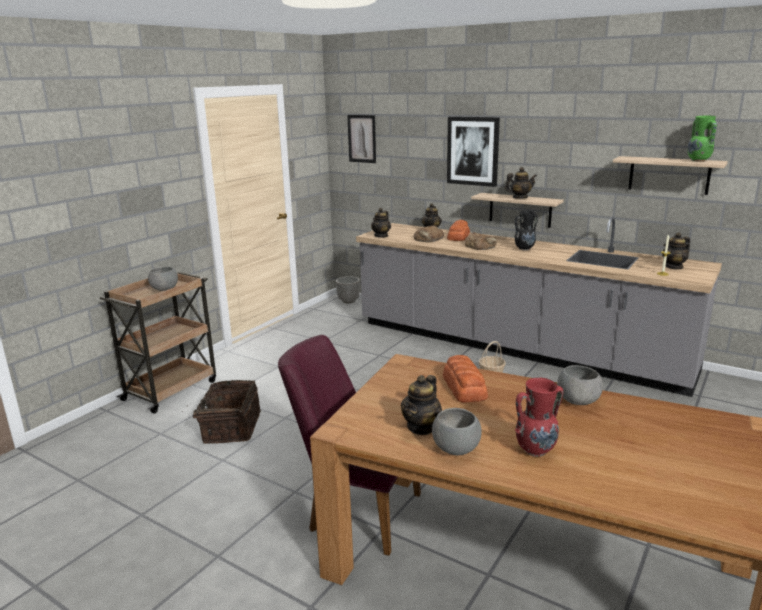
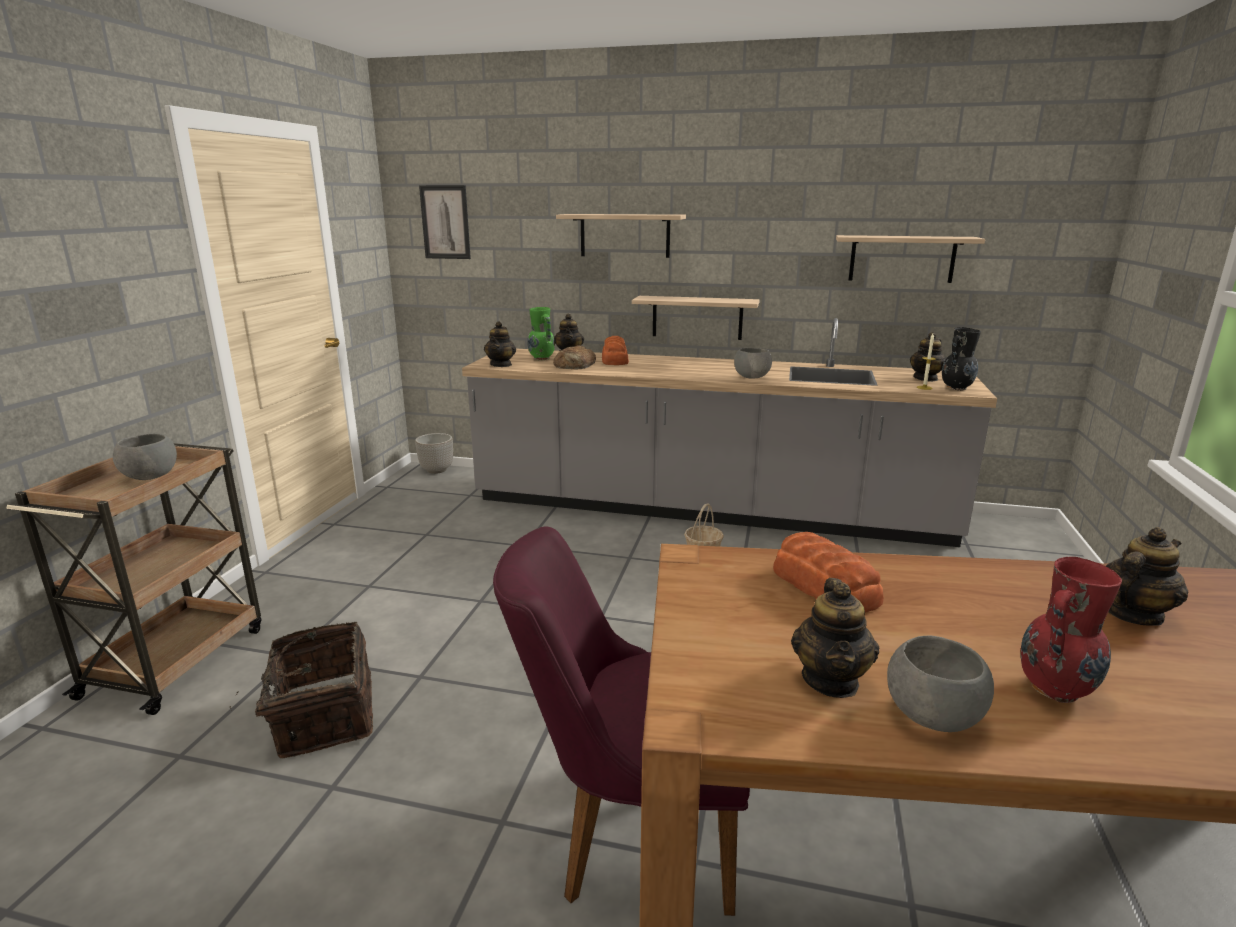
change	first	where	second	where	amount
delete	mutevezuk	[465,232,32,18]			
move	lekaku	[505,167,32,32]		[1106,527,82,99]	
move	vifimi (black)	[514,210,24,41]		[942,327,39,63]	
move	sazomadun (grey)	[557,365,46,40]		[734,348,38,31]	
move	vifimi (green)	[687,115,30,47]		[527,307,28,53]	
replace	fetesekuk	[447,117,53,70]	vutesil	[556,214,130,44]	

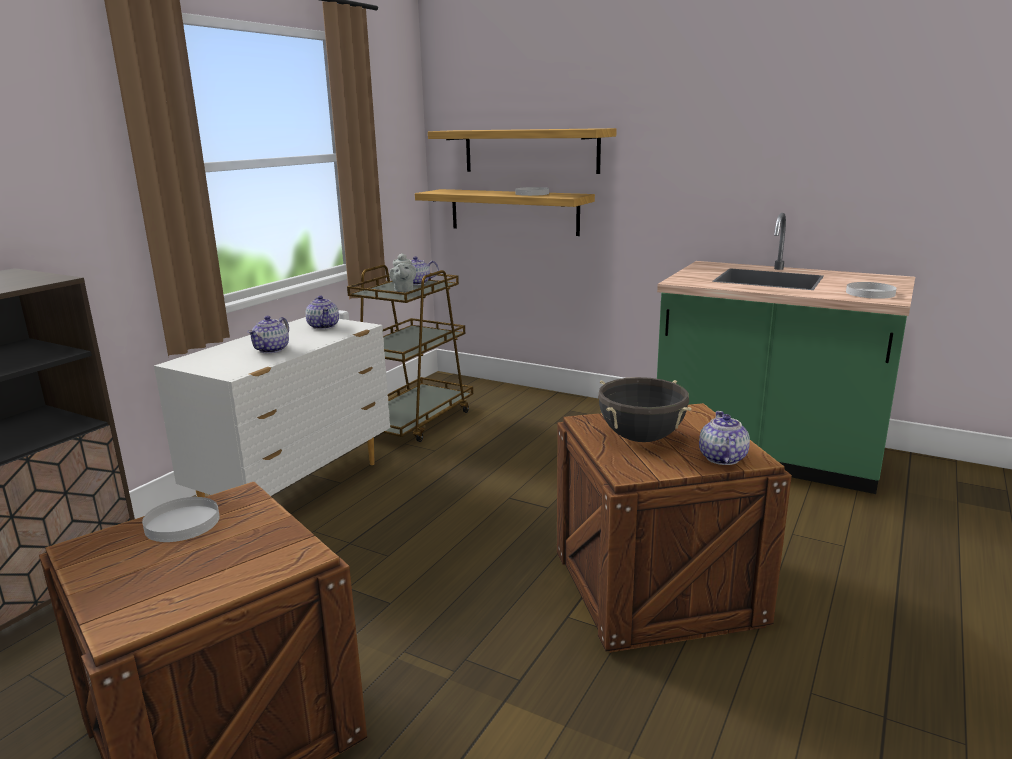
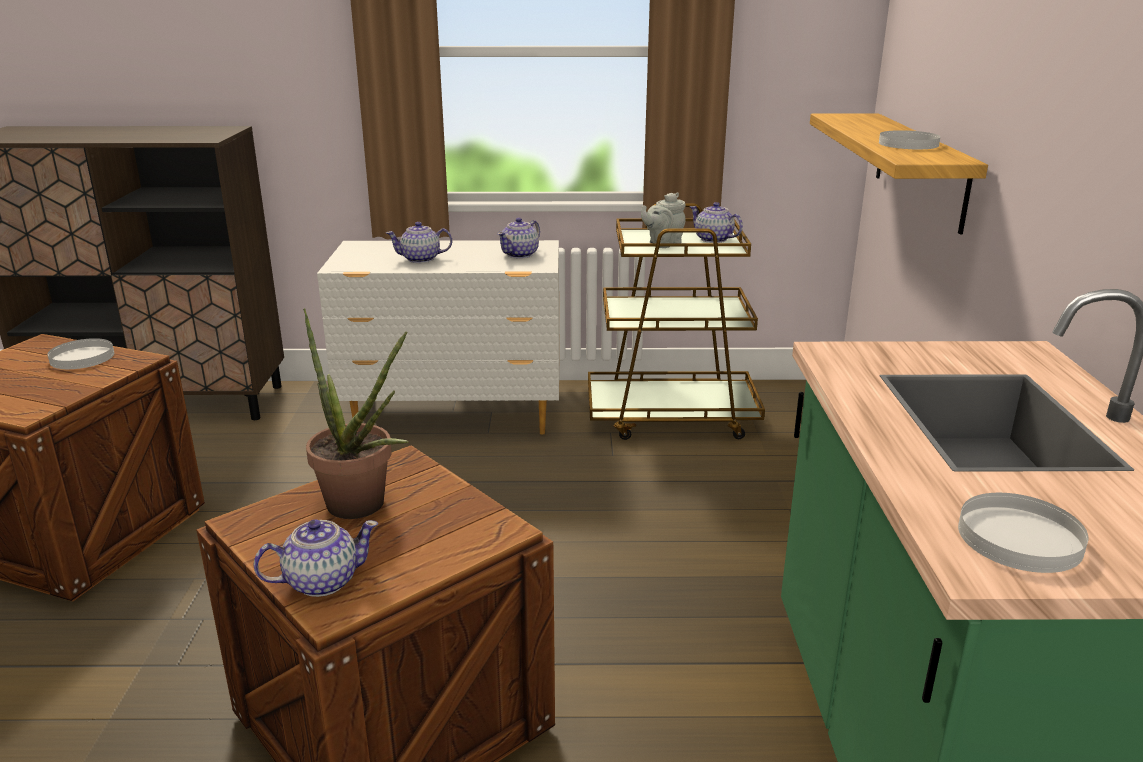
change	first	where	second	where	amount
delete	vutesil	[428,128,189,46]			
replace	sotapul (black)	[598,377,94,65]	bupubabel	[303,308,106,211]	

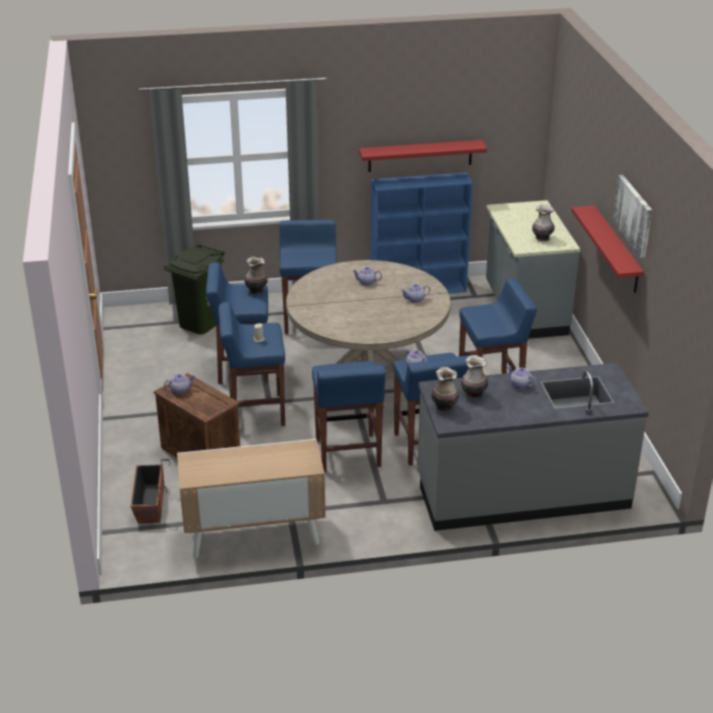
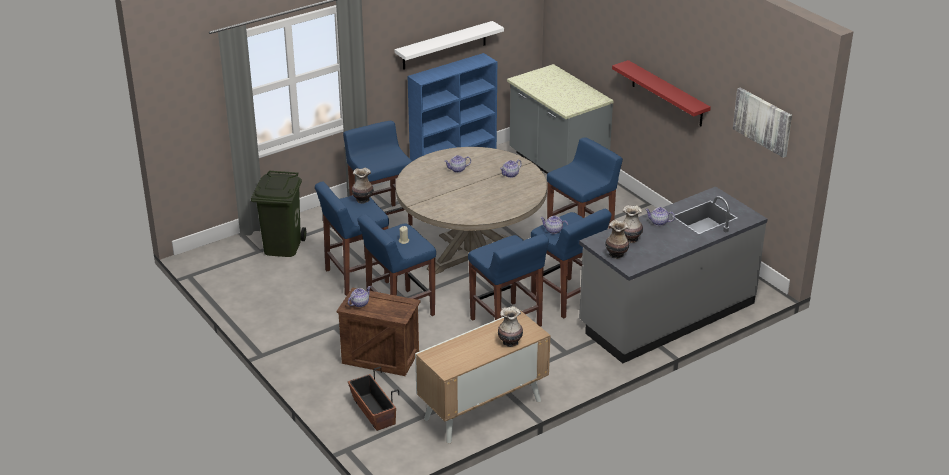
change	first	where	second	where	amount
move	vifimi	[532,205,23,36]		[498,306,25,41]	
move	fetesekuk	[613,175,39,82]		[733,88,59,70]	
recolor	vutesil (red)	[359,140,128,32]	vutesil (white)	[395,21,109,49]	

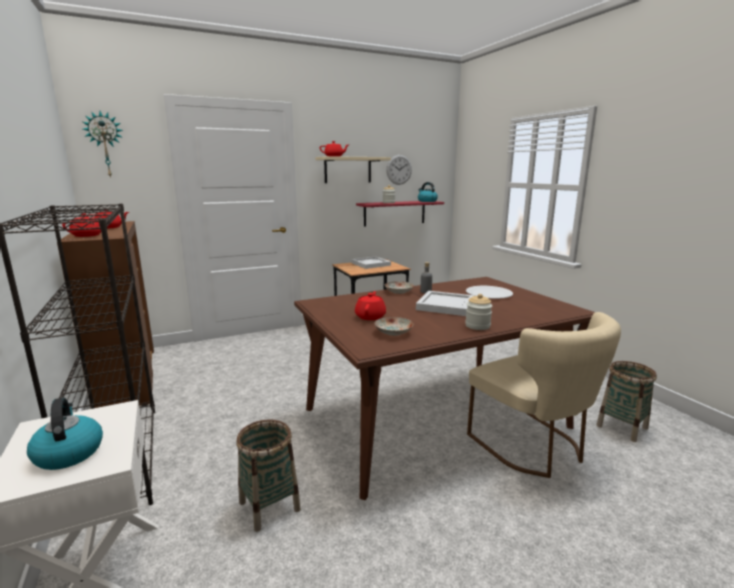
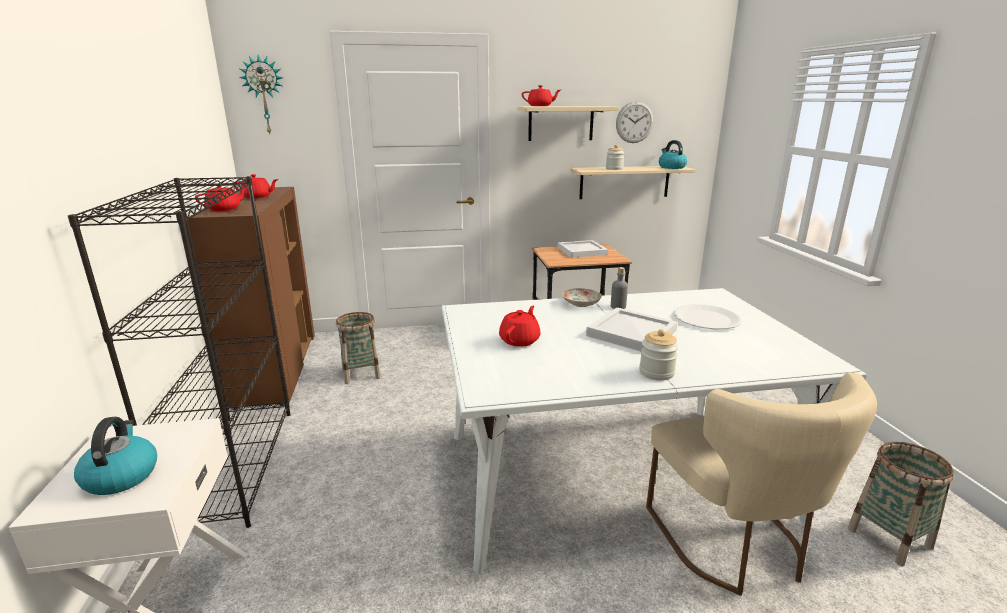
change	first	where	second	where	amount
delete	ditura	[374,317,39,19]			
move	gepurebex	[236,420,65,112]		[336,312,45,72]	
recolor	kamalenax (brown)	[294,277,301,223]	kamalenax (white)	[442,288,425,285]	
recolor	vutesil (red)	[356,201,88,26]	vutesil (beige)	[570,166,126,33]	

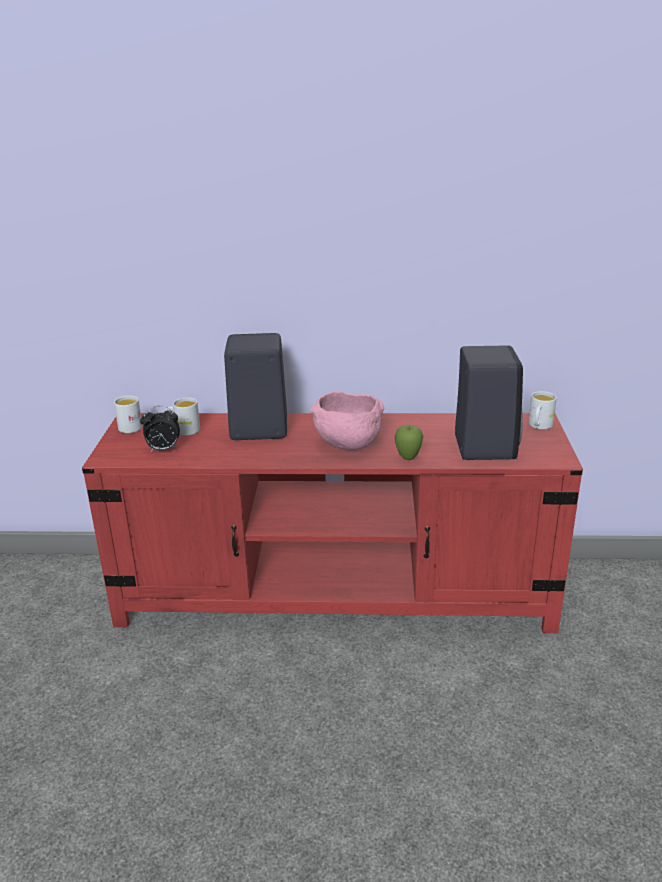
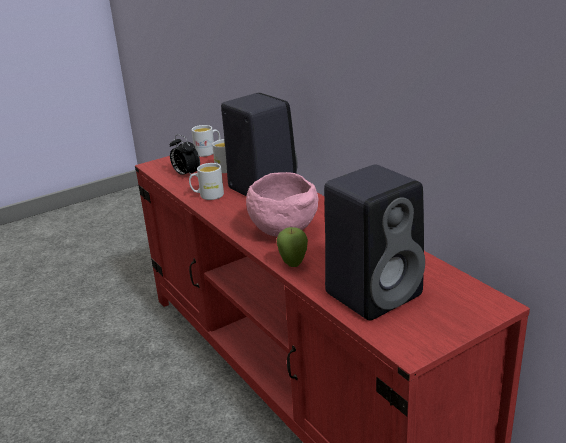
change	first	where	second	where	amount
move	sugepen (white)	[528,391,29,39]		[189,163,35,37]	

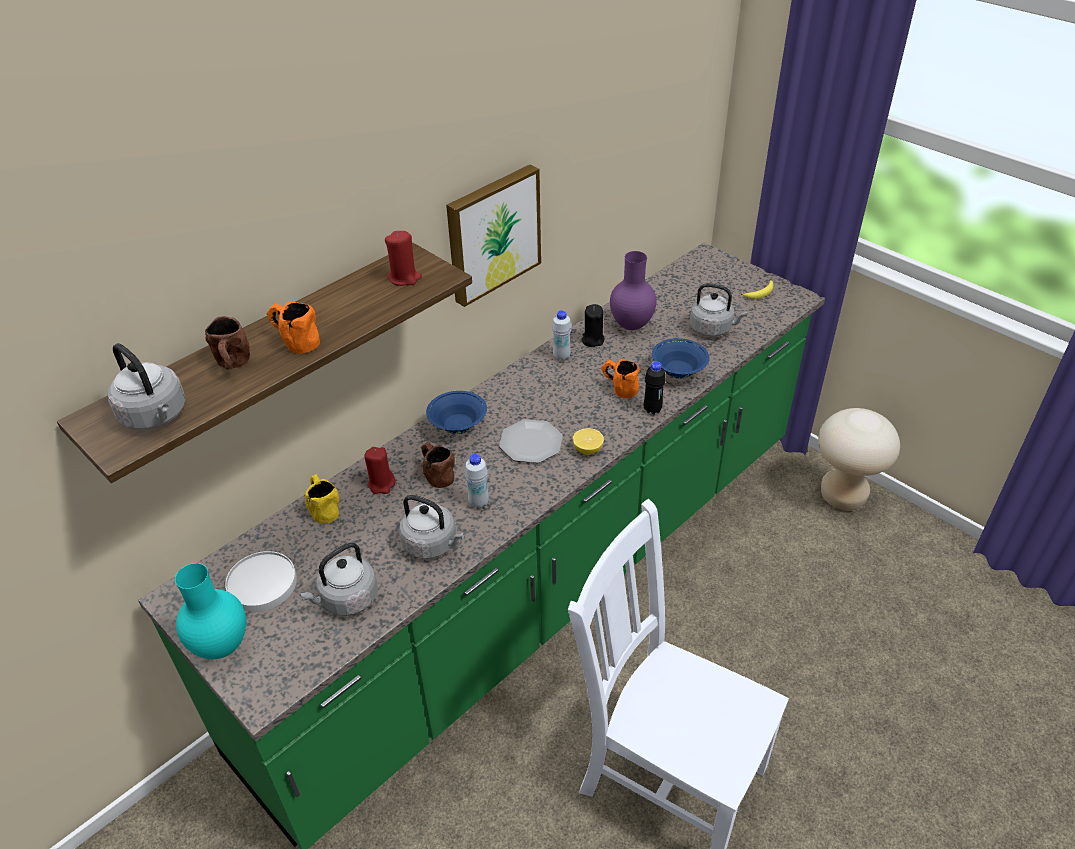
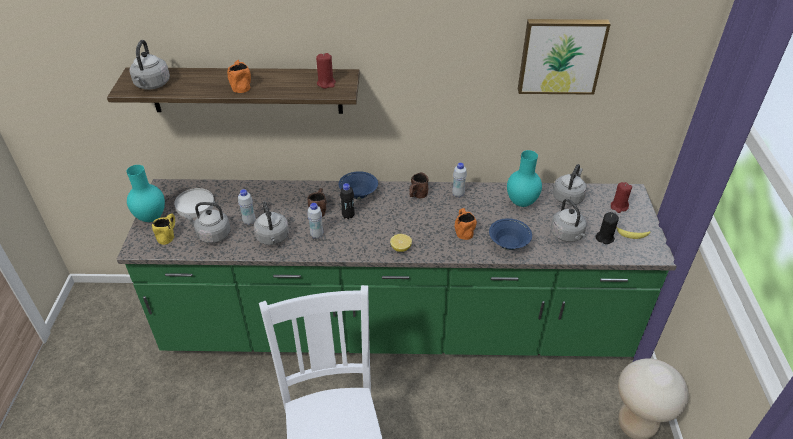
change	first	where	second	where	amount
delete	ditura	[499,419,64,44]			
insert			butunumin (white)	[238,189,18,36]	
insert			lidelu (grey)	[553,164,34,41]	
move	sugepen (brown)	[205,316,45,53]		[409,172,20,26]	
move	sugepen (yellow)	[305,474,34,49]		[152,214,23,31]	
move	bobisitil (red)	[365,447,30,47]		[611,182,21,31]	
move	fetesekuk	[446,164,95,143]		[518,19,93,76]	
move	bobisitil (black)	[581,304,24,43]		[596,212,23,32]	
move	butunumin (black)	[644,361,22,53]		[340,183,15,36]	
recolor	vifimi (purple)	[610,251,47,79]	vifimi (turquoise)	[507,150,35,57]	

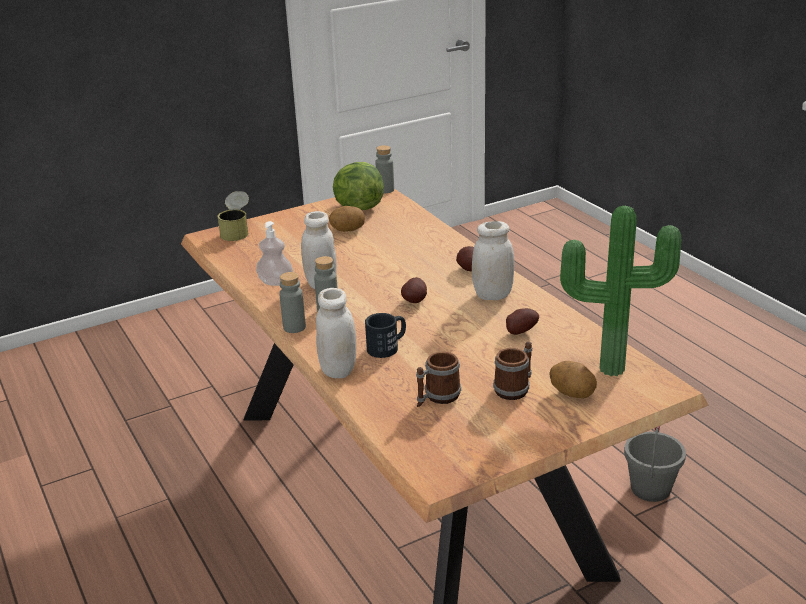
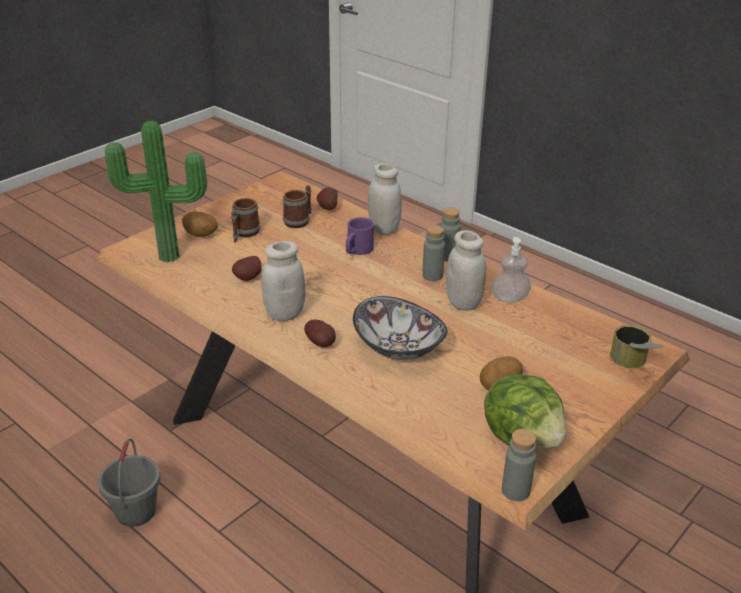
change	first	where	second	where	amount
insert			sazomadun	[353,296,94,64]	
move	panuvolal	[401,277,26,26]		[317,187,21,23]	
recolor	sugepen (black)	[365,313,41,45]	sugepen (purple)	[346,217,28,38]	

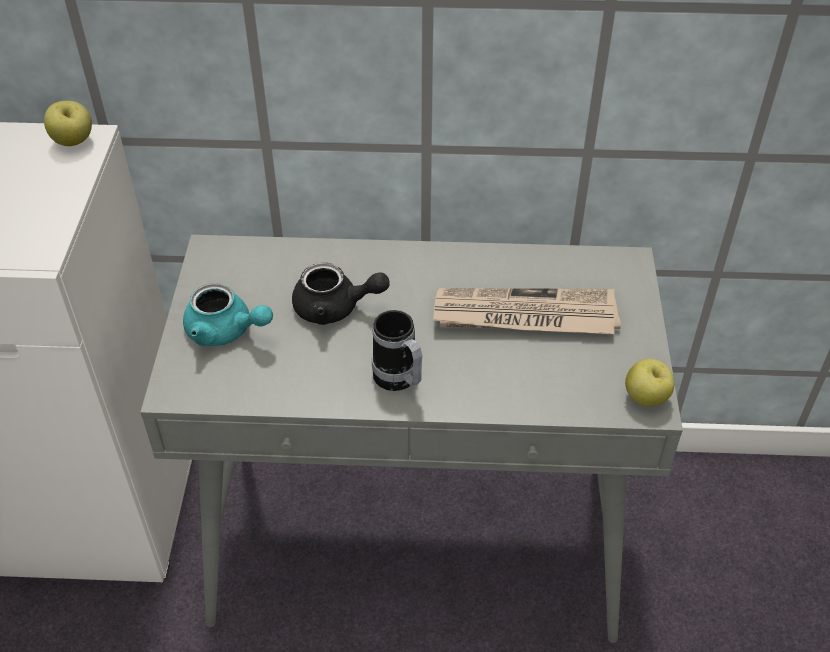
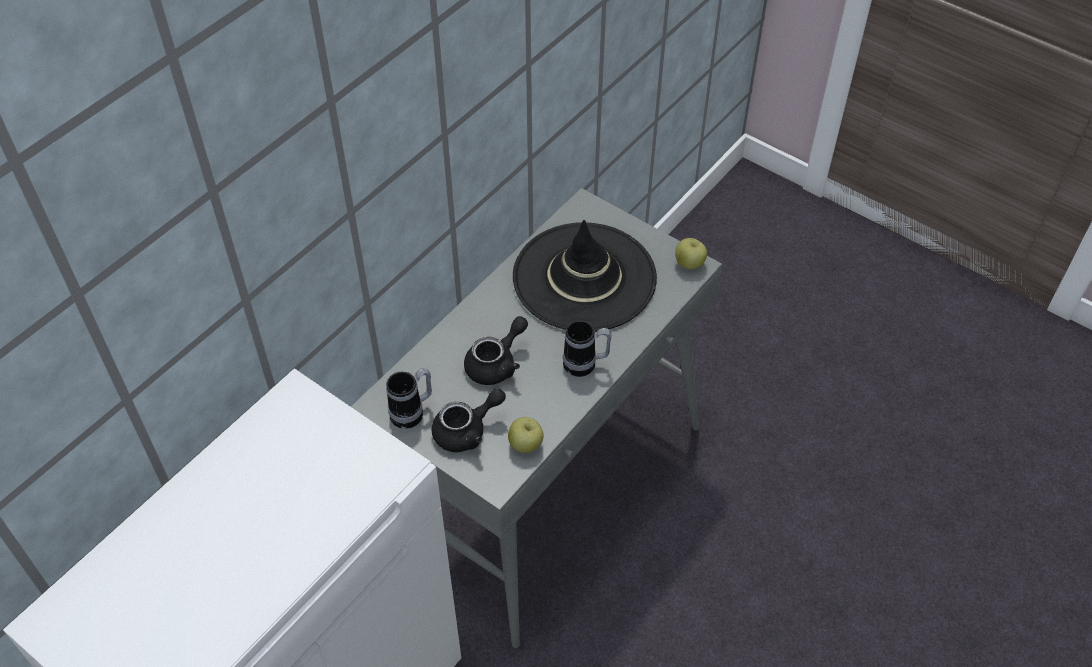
change	first	where	second	where	amount
insert			sugepen	[386,368,46,61]	
move	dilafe	[44,101,48,45]		[508,417,36,36]	
replace	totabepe	[433,288,188,46]	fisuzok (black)	[513,220,144,112]	
recolor	lekaku (turquoise)	[183,283,90,63]	lekaku (black)	[432,388,74,64]	

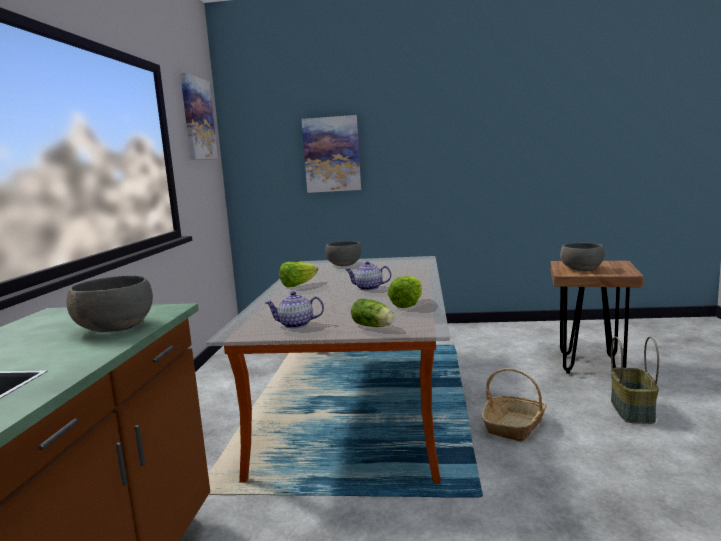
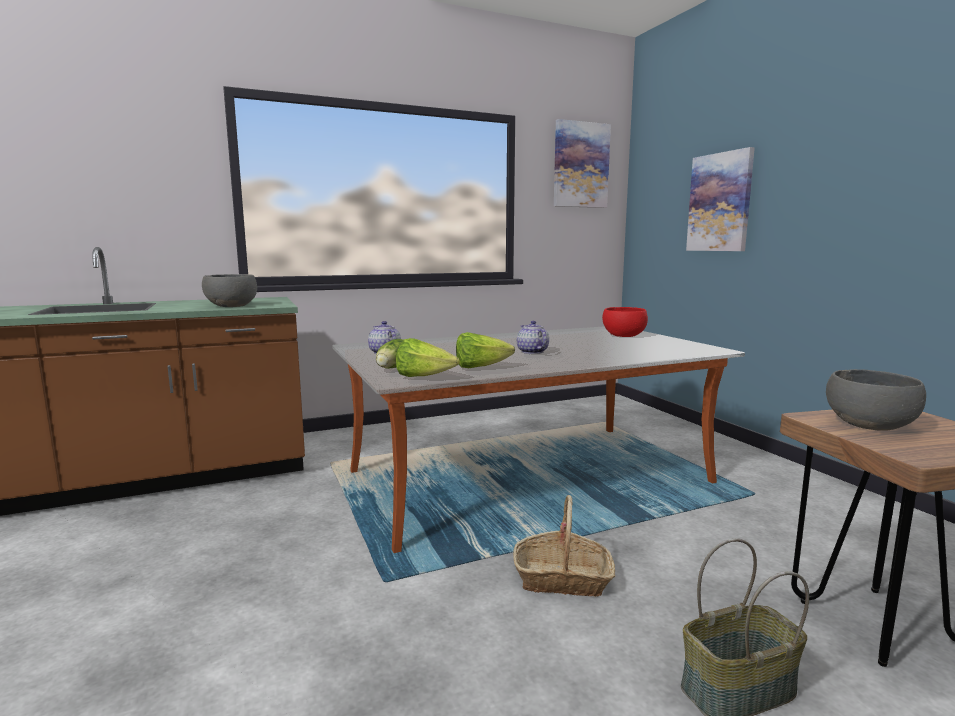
change	first	where	second	where	amount
move	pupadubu	[279,262,39,25]		[396,338,64,39]	
recolor	sazomadun (grey)	[325,241,36,25]	sazomadun (red)	[602,307,46,30]	

